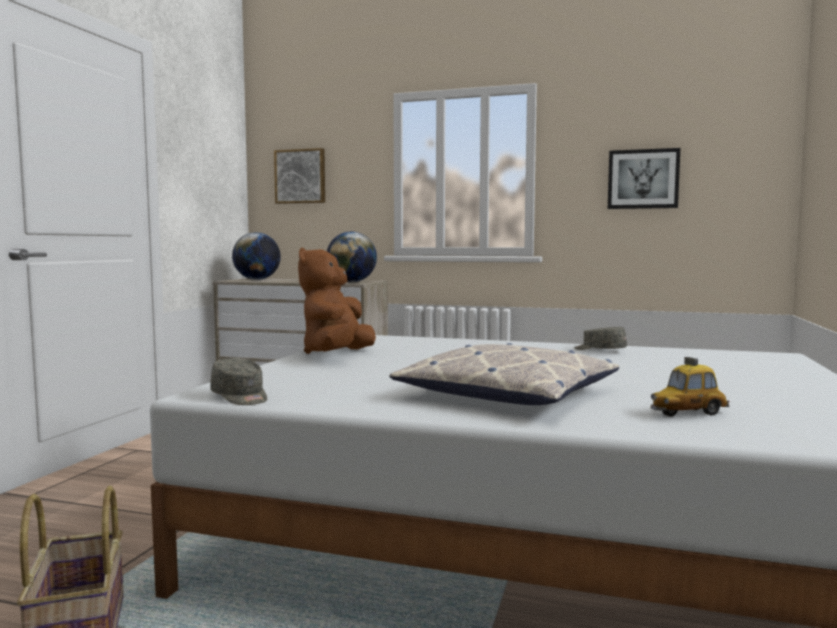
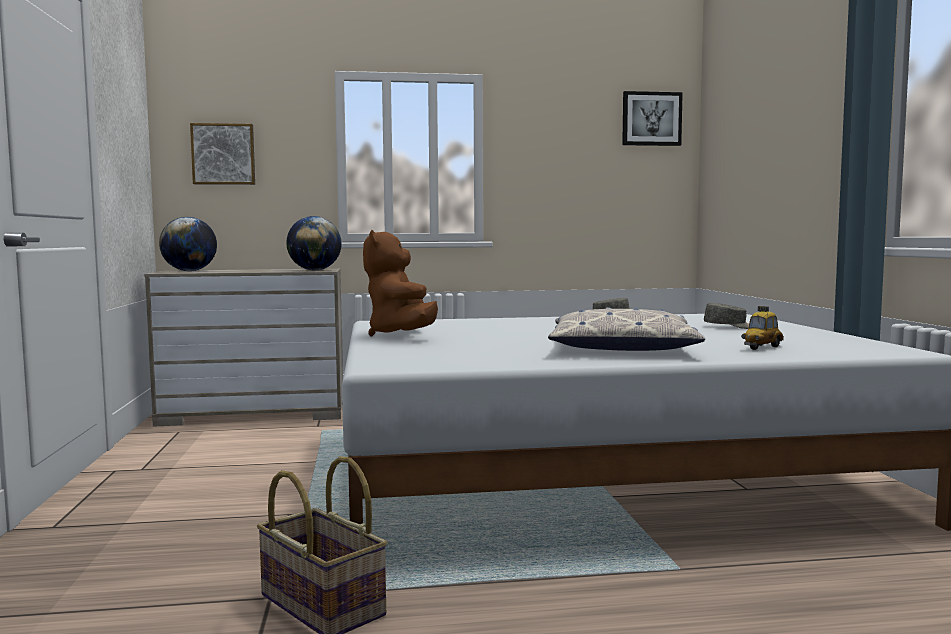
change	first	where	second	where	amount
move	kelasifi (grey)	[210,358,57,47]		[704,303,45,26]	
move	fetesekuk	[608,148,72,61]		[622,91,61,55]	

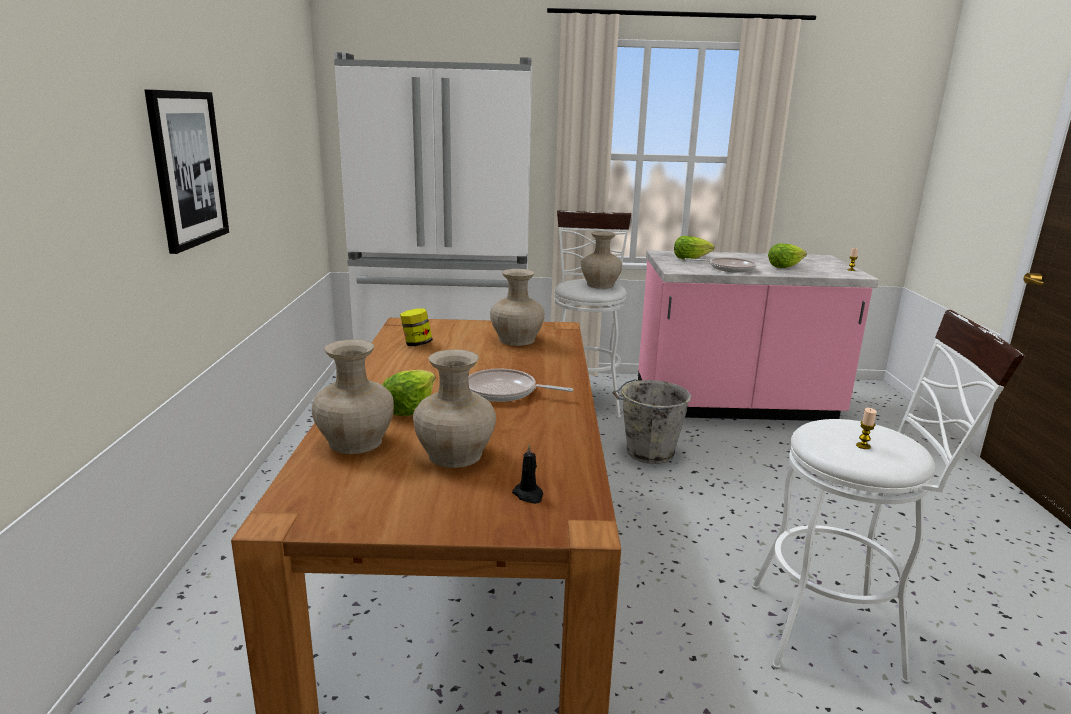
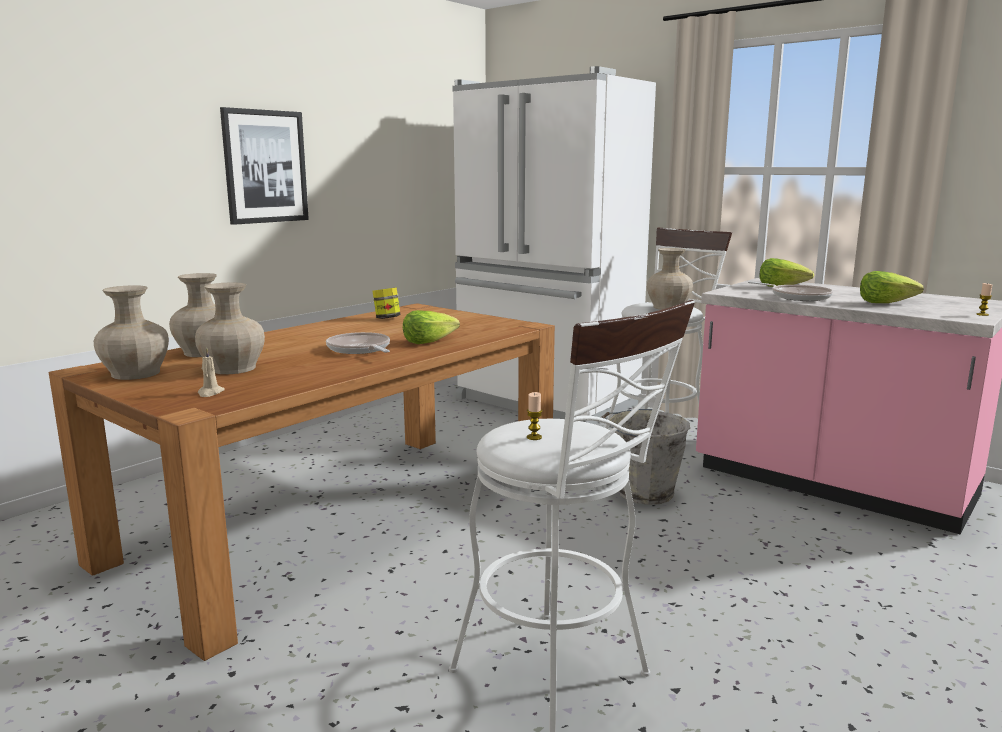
change	first	where	second	where	amount
move	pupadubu	[382,370,53,46]		[403,310,57,34]	
move	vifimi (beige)	[490,269,55,77]		[94,285,75,95]	
recolor	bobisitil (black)	[512,443,31,61]	bobisitil (beige)	[198,347,27,50]	

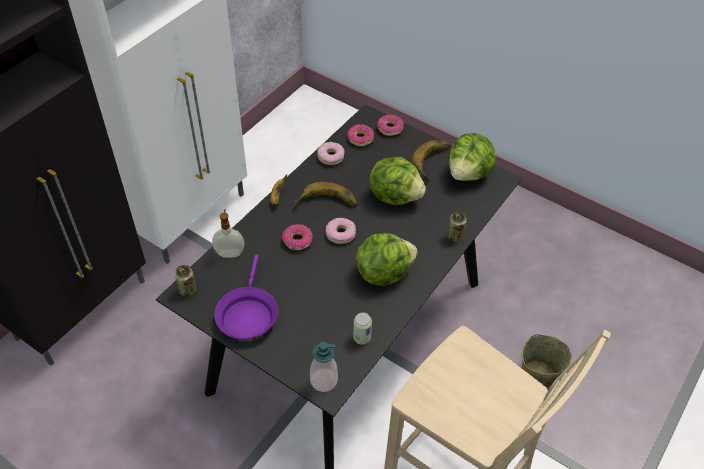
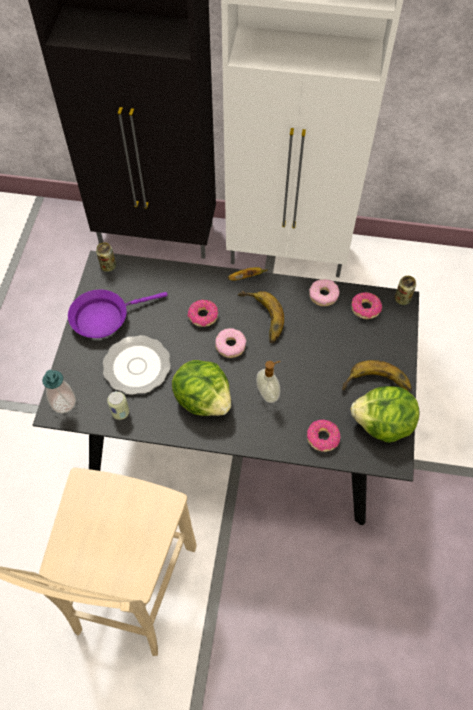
change	first	where	second	where	amount
delete	pupadubu	[369,157,57,48]			
delete	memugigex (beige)	[522,334,50,54]			
insert			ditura	[103,335,68,60]	
move	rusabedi	[212,209,32,49]		[256,361,25,42]	
move	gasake	[377,114,27,22]		[307,420,33,32]	
move	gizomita	[447,211,20,31]		[395,276,21,29]	

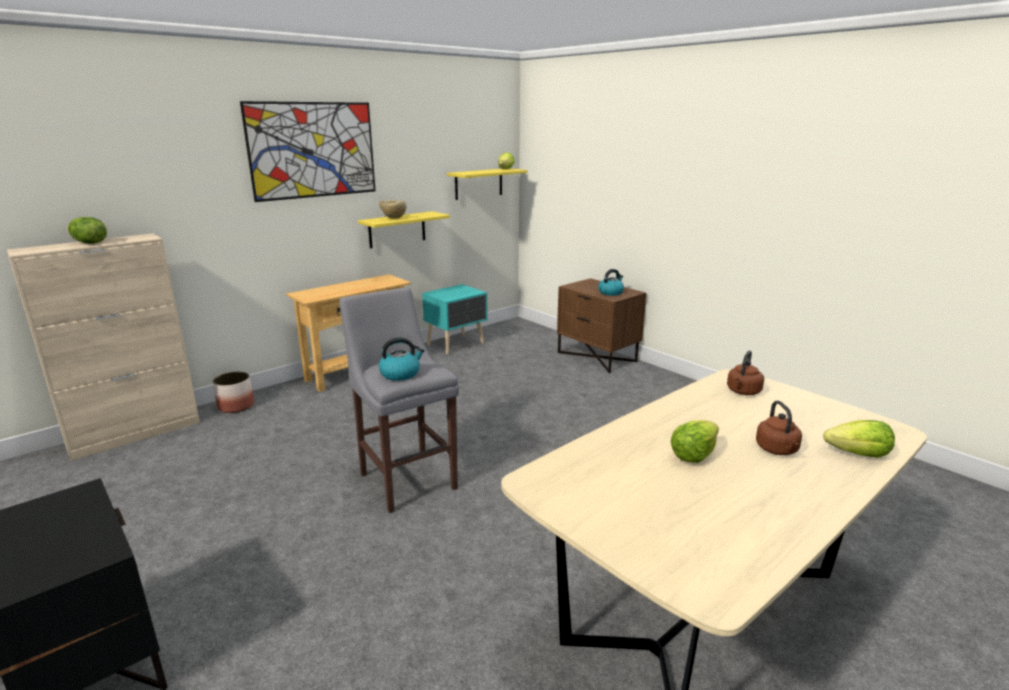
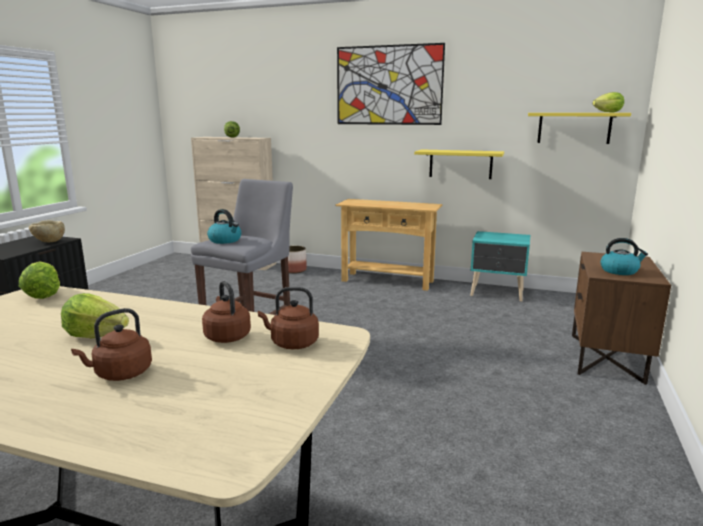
change	first	where	second	where	amount
insert			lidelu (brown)	[202,281,49,62]	
move	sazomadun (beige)	[379,200,28,19]		[29,220,36,22]	
move	pupadubu	[824,420,71,38]		[19,262,41,37]	

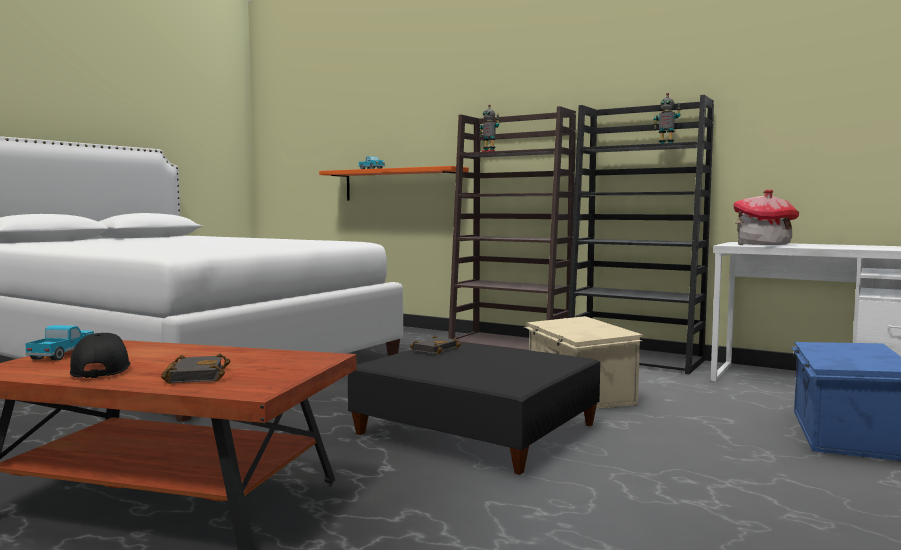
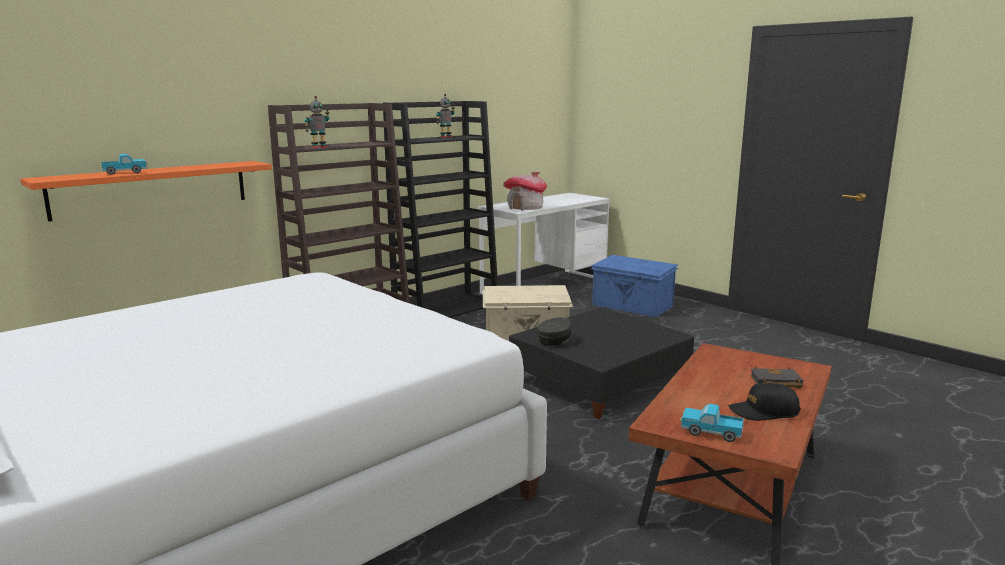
change	first	where	second	where	amount
replace	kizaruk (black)	[410,335,51,19]	kelasifi (grey)	[537,317,41,29]	

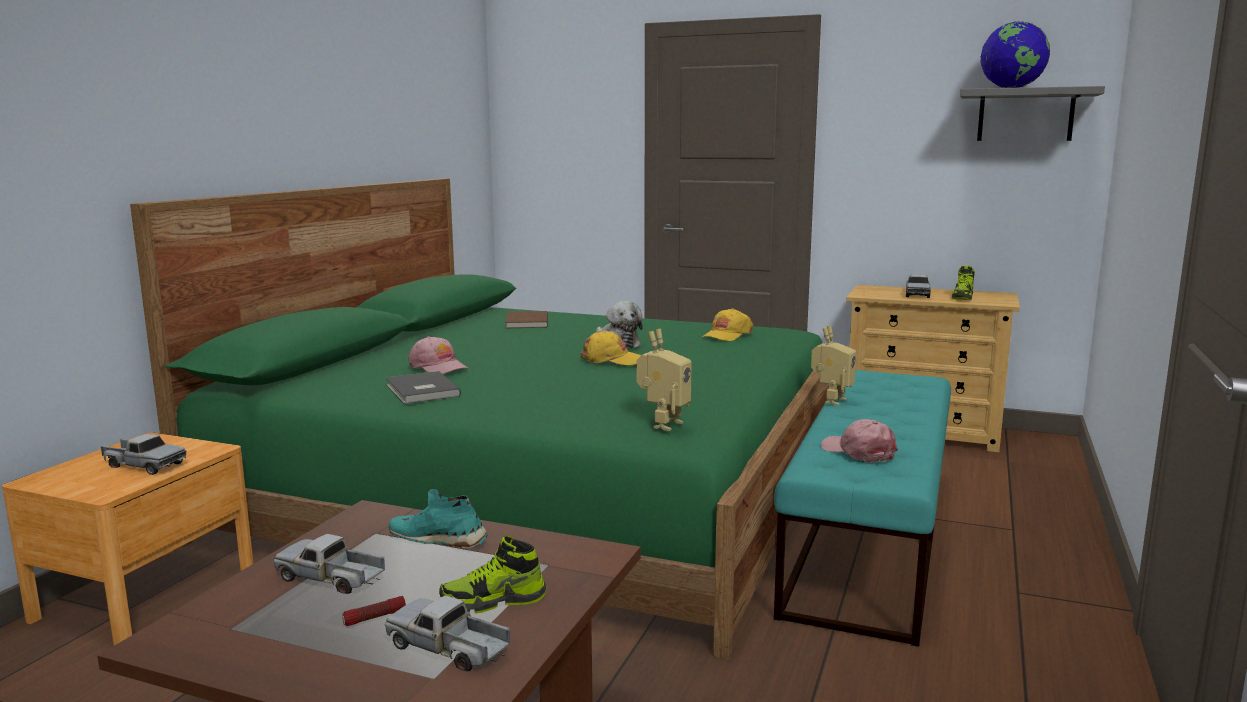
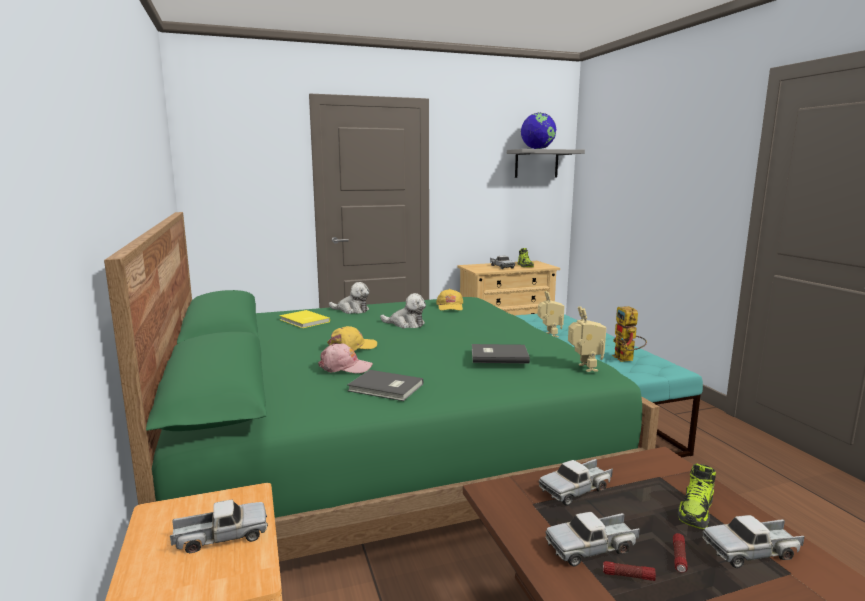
change	first	where	second	where	amount
insert			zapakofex	[329,282,40,32]	
insert			kizaruk (grey)	[472,344,58,20]	
insert			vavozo	[603,561,53,20]	
move	kelasifi (yellow)	[581,331,60,34]		[327,326,50,25]	
replace	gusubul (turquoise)	[389,489,99,60]	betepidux	[539,459,74,47]	
replace	kelasifi (pink)	[821,419,77,44]	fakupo	[612,306,35,56]	
recolor	kizaruk (brown)	[505,311,43,17]	kizaruk (yellow)	[279,310,51,18]	

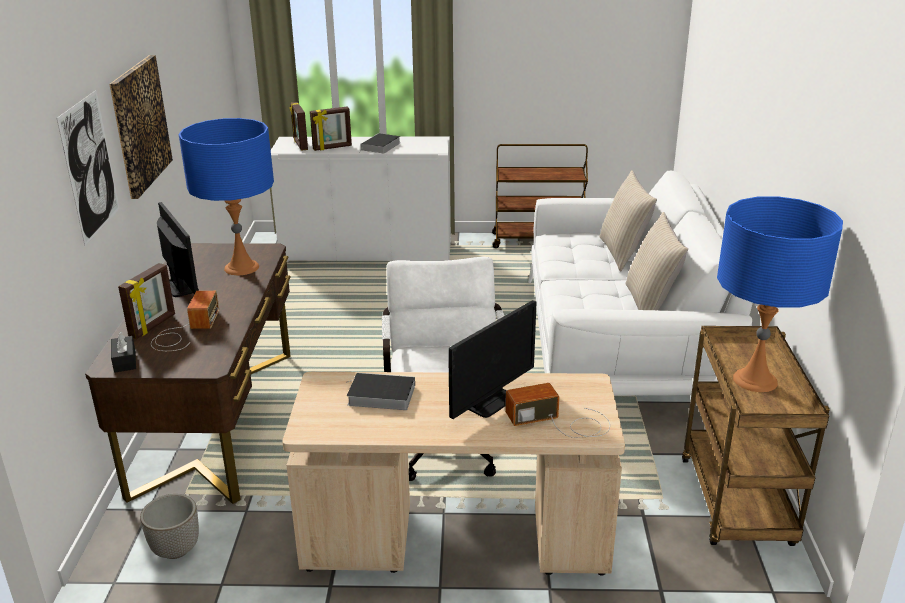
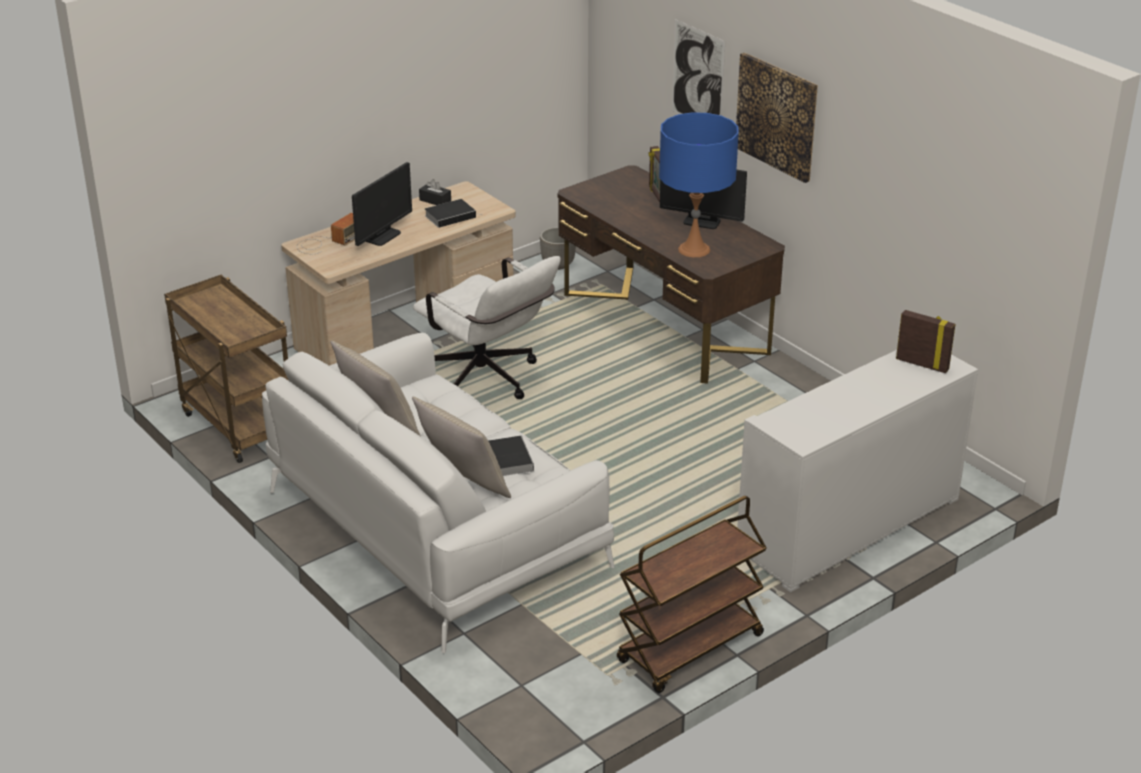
change	first	where	second	where	amount
delete	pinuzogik	[151,291,68,60]			
delete	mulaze	[310,107,42,44]			
delete	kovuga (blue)	[717,196,126,196]			
move	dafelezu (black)	[111,331,25,42]		[419,179,32,26]	
move	kizaruk	[359,133,41,21]		[489,436,45,40]	
rotate	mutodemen	[448,300,88,119]		[352,162,60,84]	150 degrees counterclockwise

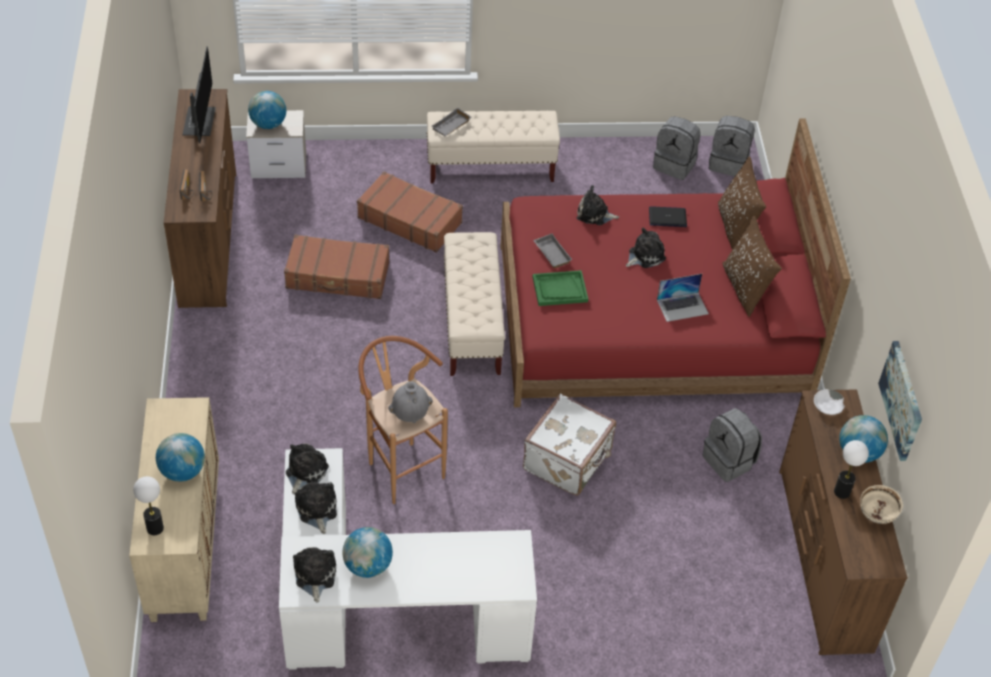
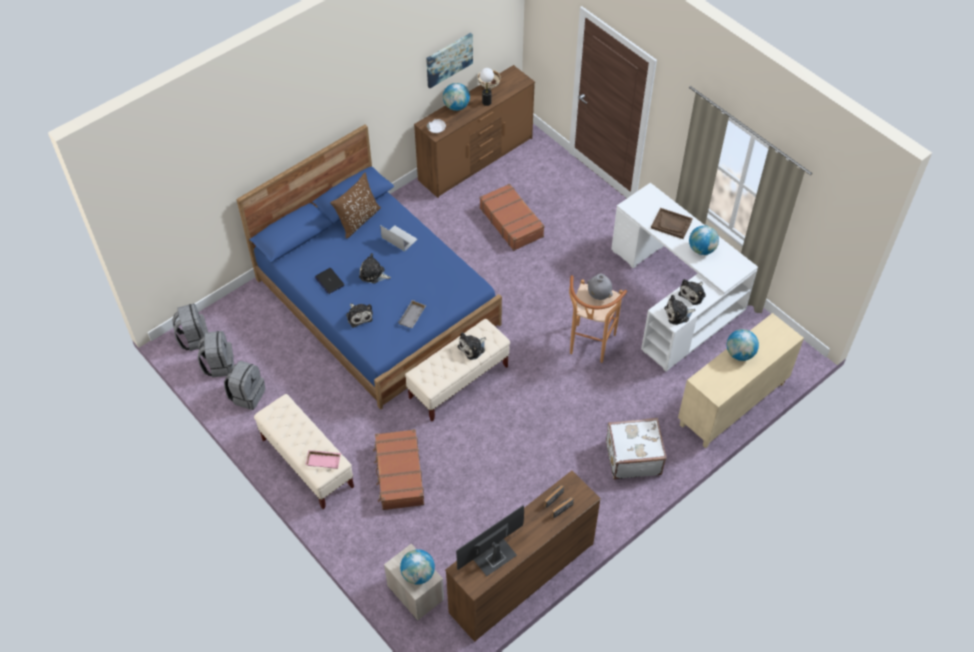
change	first	where	second	where	amount
delete	kovuga	[133,476,31,59]			
delete	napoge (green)	[533,270,55,36]			
delete	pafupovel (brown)	[718,157,48,93]			
insert			napoge (brown)	[651,208,42,31]	
move	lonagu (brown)	[284,235,105,64]		[480,184,65,67]	
move	zapakofex	[293,547,43,56]		[458,332,28,28]	
move	lonagu (white)	[523,394,93,102]		[606,418,61,62]	
move	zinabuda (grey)	[702,408,60,74]		[224,361,42,49]	
recolor	napoge (grey)	[432,107,39,29]	napoge (pink)	[305,450,36,19]	
recolor	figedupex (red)	[501,119,350,288]	figedupex (blue)	[236,124,266,286]	

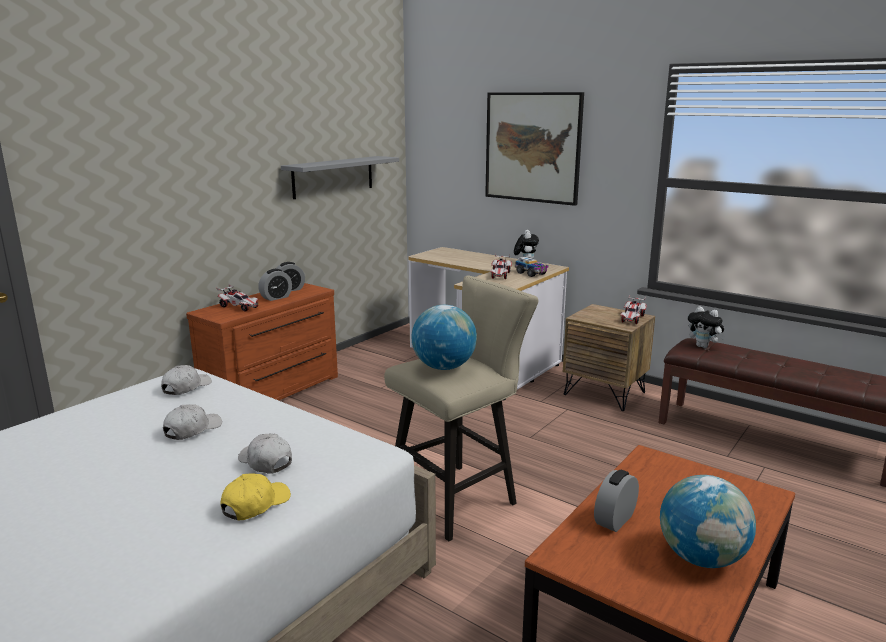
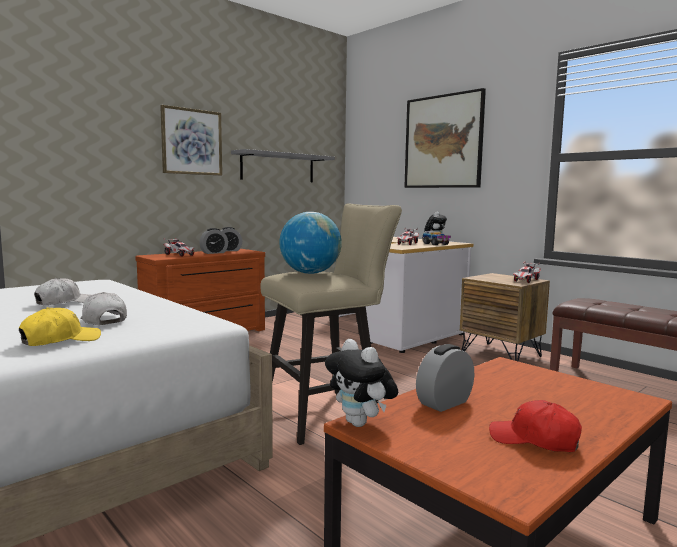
change	first	where	second	where	amount
delete	kelasifi (white)	[161,365,51,30]			
insert			fetesekuk	[160,105,62,71]	
move	zapakofex	[688,306,37,42]		[325,339,73,88]	
replace	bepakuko	[660,475,96,93]	kelasifi (red)	[489,400,93,52]	

